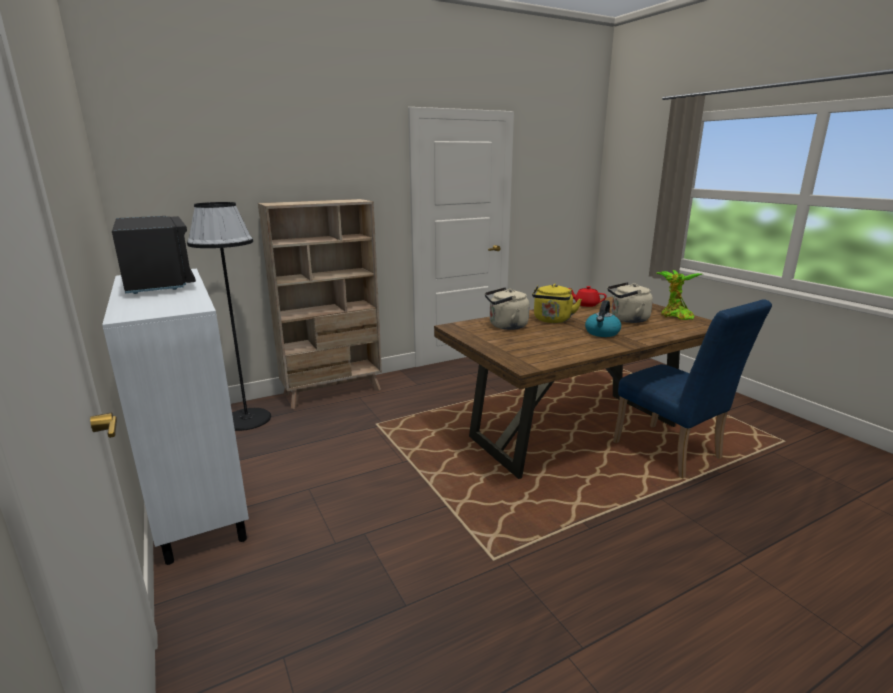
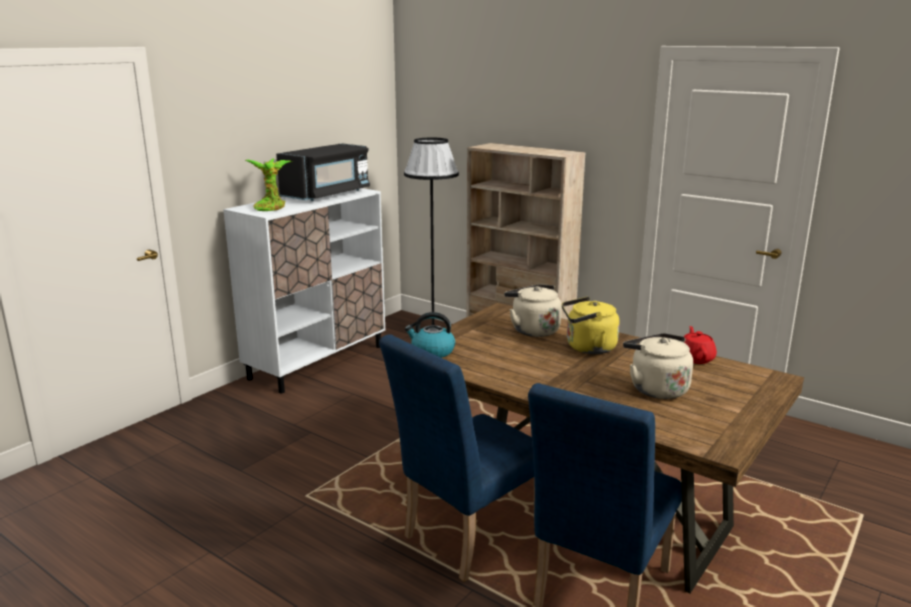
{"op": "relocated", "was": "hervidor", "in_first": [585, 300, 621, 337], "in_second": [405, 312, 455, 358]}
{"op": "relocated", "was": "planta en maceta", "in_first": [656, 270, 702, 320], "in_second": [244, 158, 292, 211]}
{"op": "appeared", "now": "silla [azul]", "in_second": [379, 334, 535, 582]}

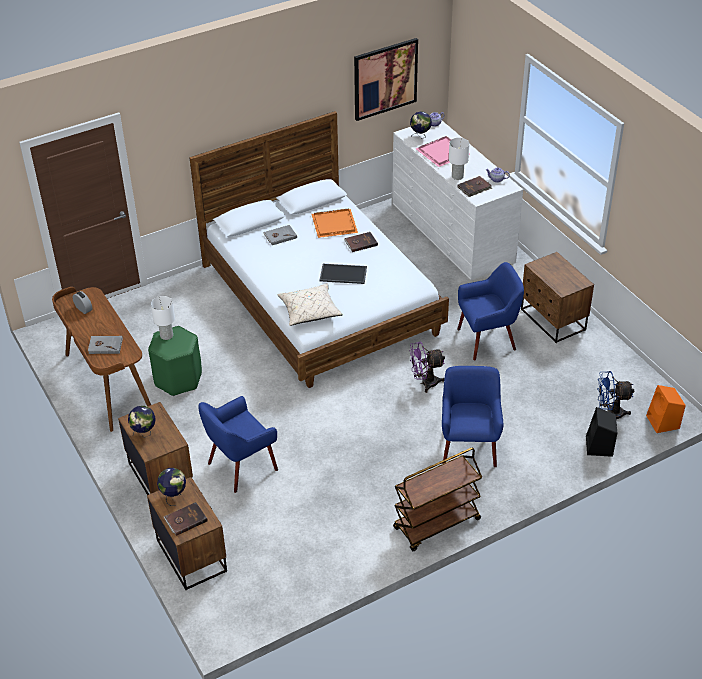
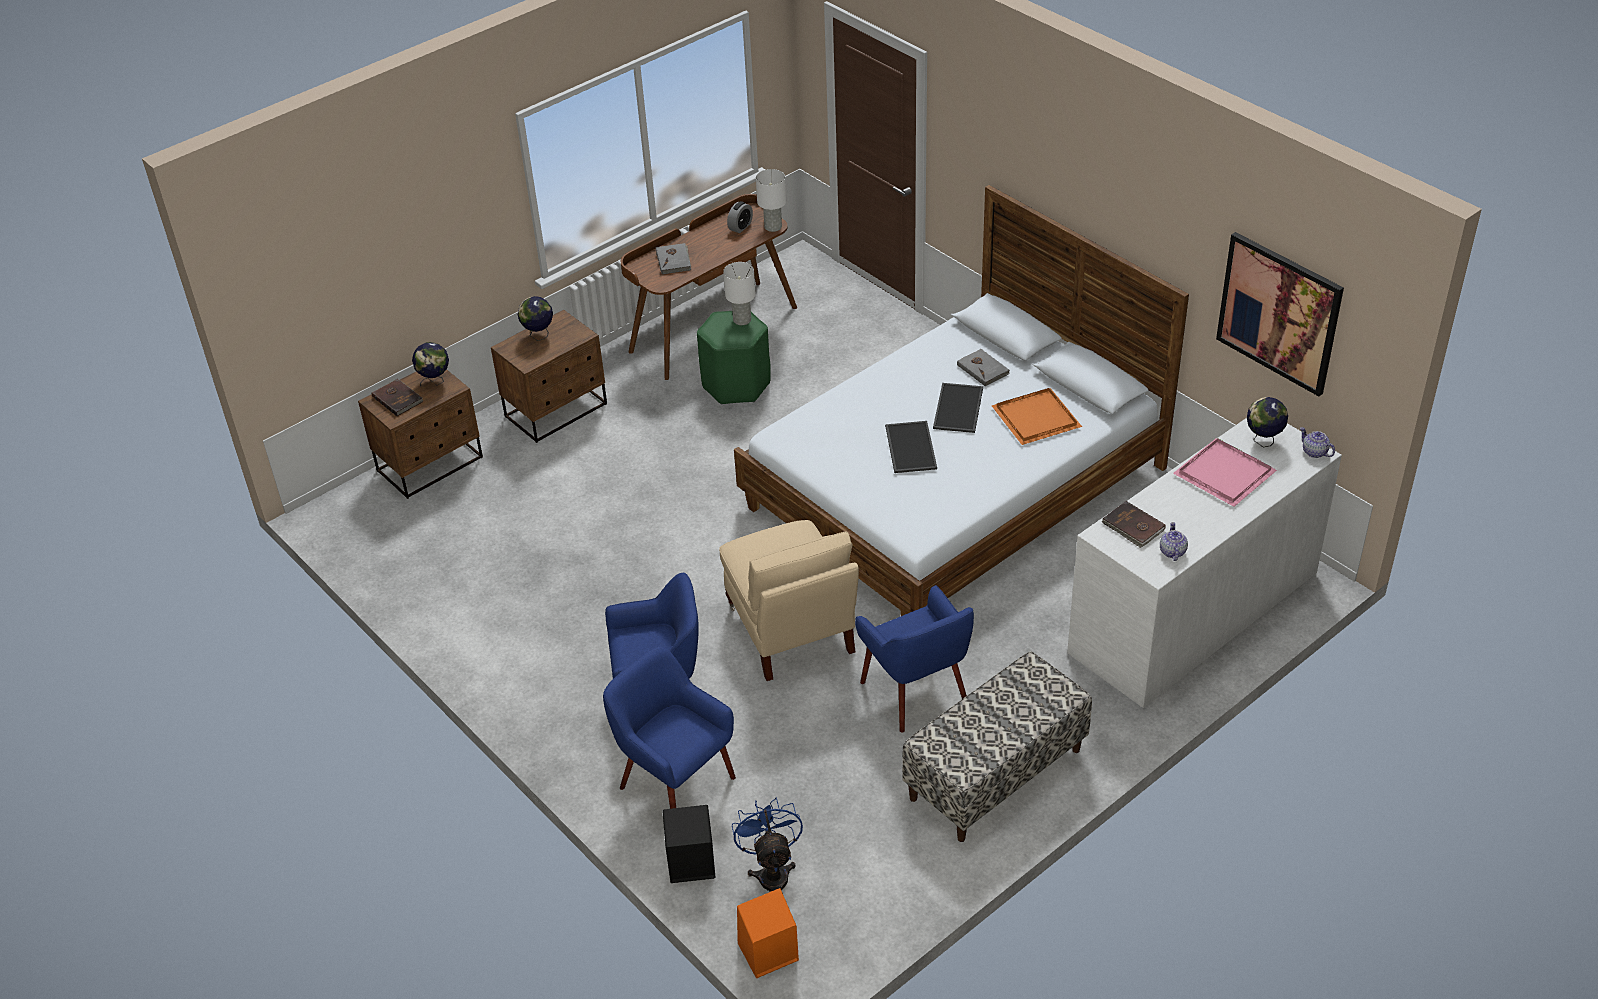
{"op": "relocated", "was": "sillón [azul]", "in_first": [198, 396, 278, 493], "in_second": [603, 646, 736, 809]}
{"op": "missing", "was": "cojín [beis]", "in_first": [277, 283, 343, 326]}
{"op": "missing", "was": "libro [marrón]", "in_first": [344, 232, 378, 252]}
{"op": "missing", "was": "carrito [marrón]", "in_first": [393, 448, 482, 551]}
{"op": "exchanged", "was": "ventilador [morado]", "now": "sillón [beis]", "in_first": [409, 341, 445, 393], "in_second": [719, 520, 859, 681]}
{"op": "relocated", "was": "lámpara de mesa [blanco]", "in_first": [449, 138, 470, 180], "in_second": [756, 169, 786, 232]}
{"op": "exchanged", "was": "mesita de noche [marrón]", "now": "banco", "in_first": [521, 252, 594, 343], "in_second": [902, 652, 1092, 842]}
{"op": "appeared", "now": "bandeja", "in_second": [933, 383, 983, 433]}

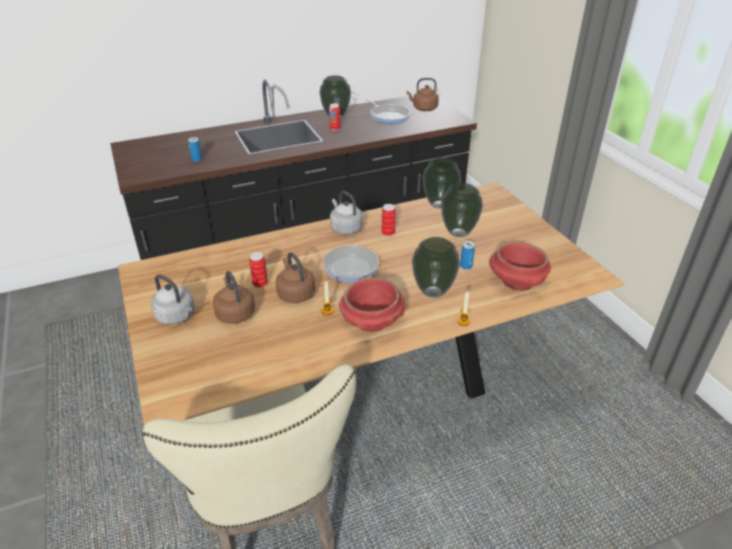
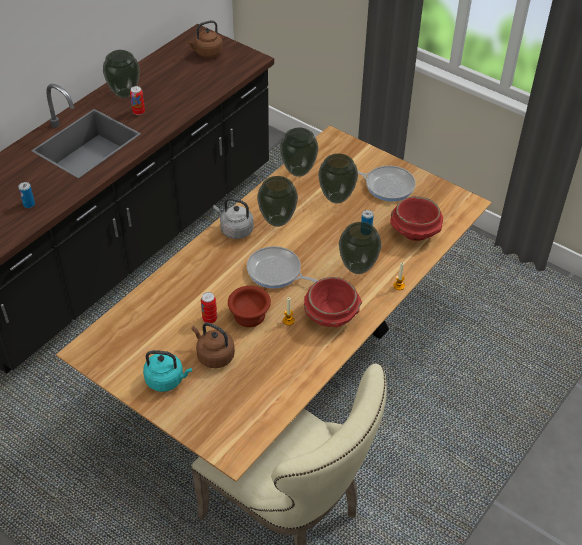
{"op": "colour", "was": "hervidor [gris]", "now": "hervidor [turquesa]", "in_first": [151, 274, 195, 324], "in_second": [143, 350, 192, 392]}
{"op": "exchanged", "was": "hervidor [marrón]", "now": "cuenco [marrón]", "in_first": [276, 252, 315, 303], "in_second": [228, 286, 271, 327]}
{"op": "relocated", "was": "sartén", "in_first": [365, 99, 411, 124], "in_second": [358, 165, 416, 202]}
{"op": "exchanged", "was": "lata", "now": "florero", "in_first": [382, 204, 396, 236], "in_second": [257, 176, 298, 227]}

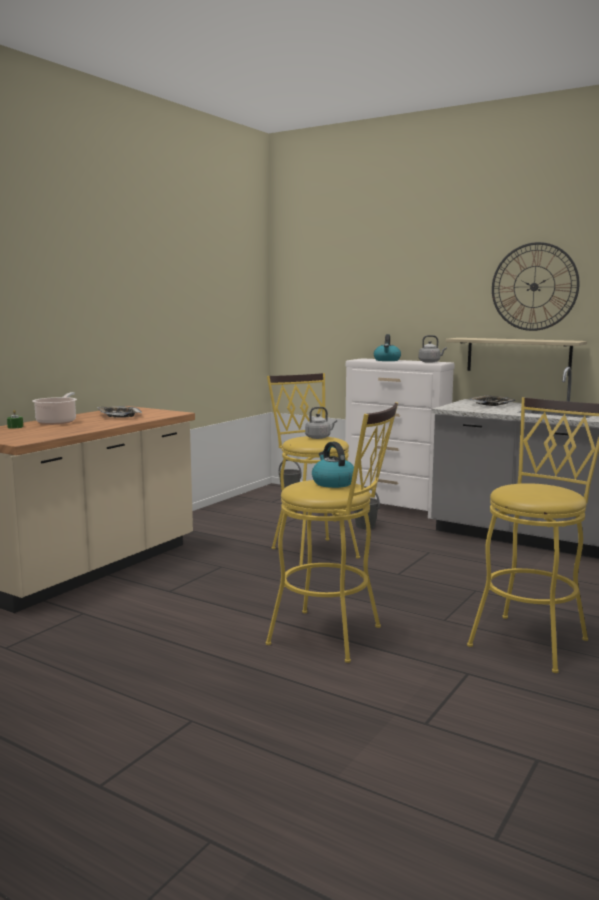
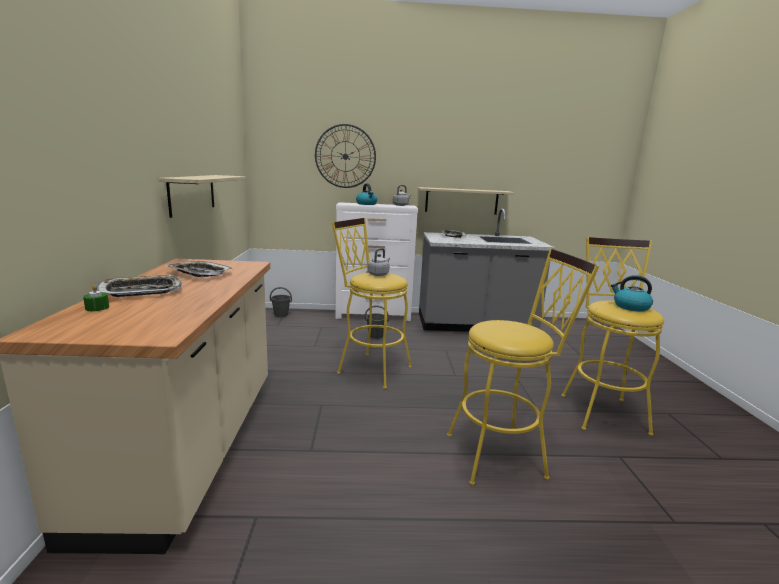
{"op": "exchanged", "was": "olla", "now": "bandeja", "in_first": [32, 392, 77, 425], "in_second": [96, 274, 182, 297]}
{"op": "relocated", "was": "hervidor", "in_first": [312, 442, 354, 488], "in_second": [611, 275, 653, 312]}
{"op": "relocated", "was": "reloj de pared", "in_first": [492, 242, 580, 331], "in_second": [315, 124, 376, 188]}
{"op": "appeared", "now": "estante", "in_second": [159, 175, 246, 218]}

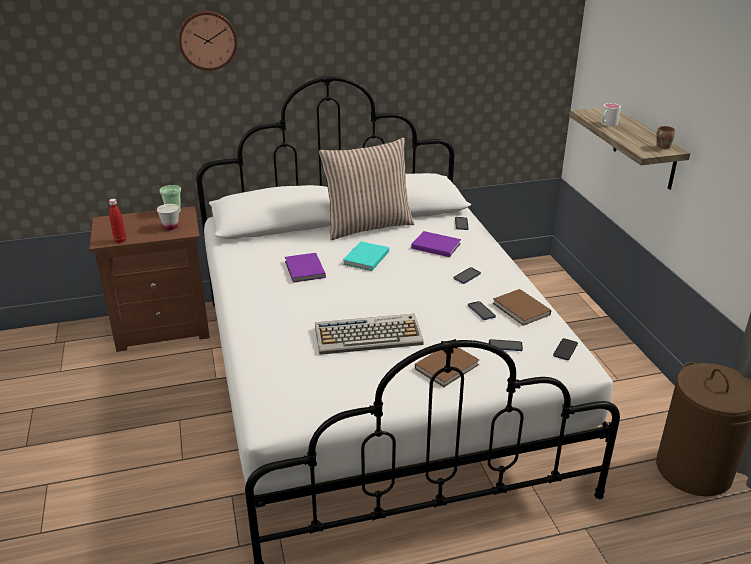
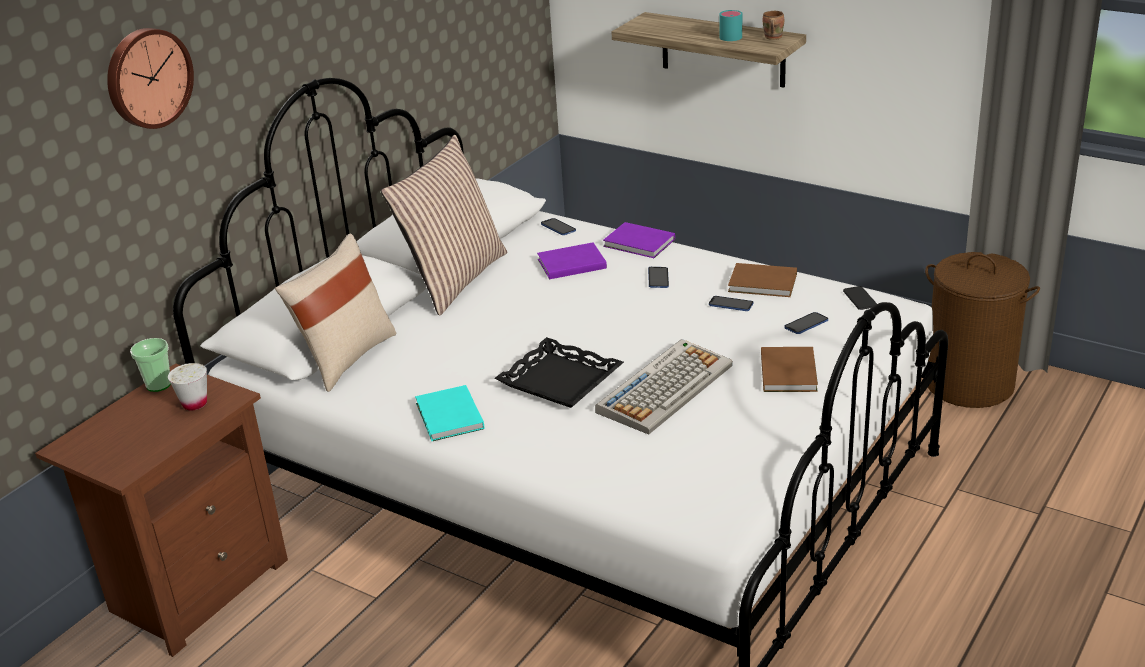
{"op": "missing", "was": "botella [rojo]", "in_first": [109, 199, 126, 243]}
{"op": "relocated", "was": "libro [morado]", "in_first": [285, 253, 326, 283], "in_second": [603, 222, 675, 258]}
{"op": "relocated", "was": "libro [turquesa]", "in_first": [343, 241, 389, 271], "in_second": [415, 385, 484, 441]}
{"op": "missing", "was": "taza grande [blanco]", "in_first": [601, 103, 621, 126]}
{"op": "appeared", "now": "cojín [beis]", "in_second": [275, 234, 396, 392]}
{"op": "appeared", "now": "bandeja [negro]", "in_second": [494, 337, 624, 408]}
{"op": "appeared", "now": "taza grande [turquesa]", "in_second": [719, 10, 742, 41]}

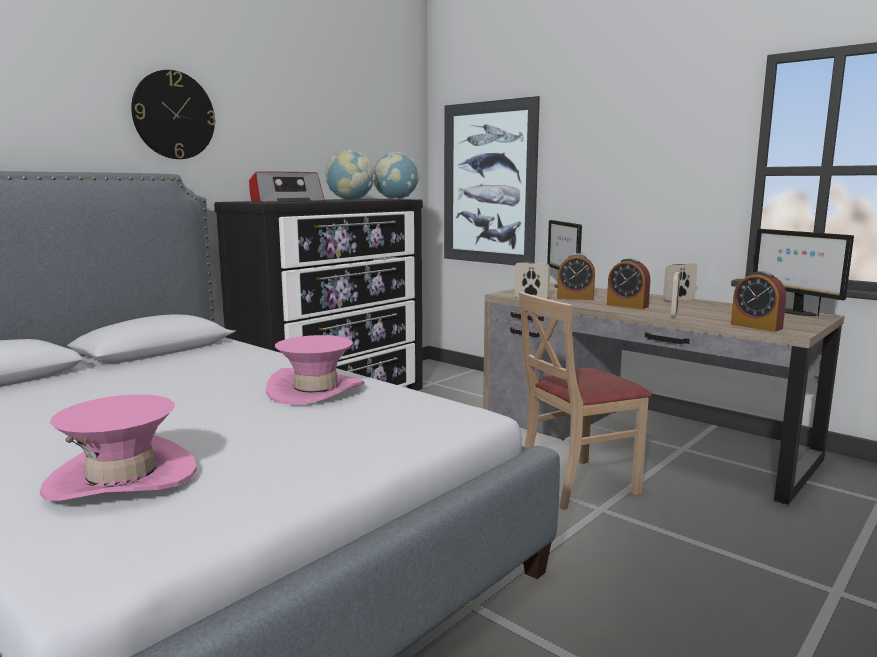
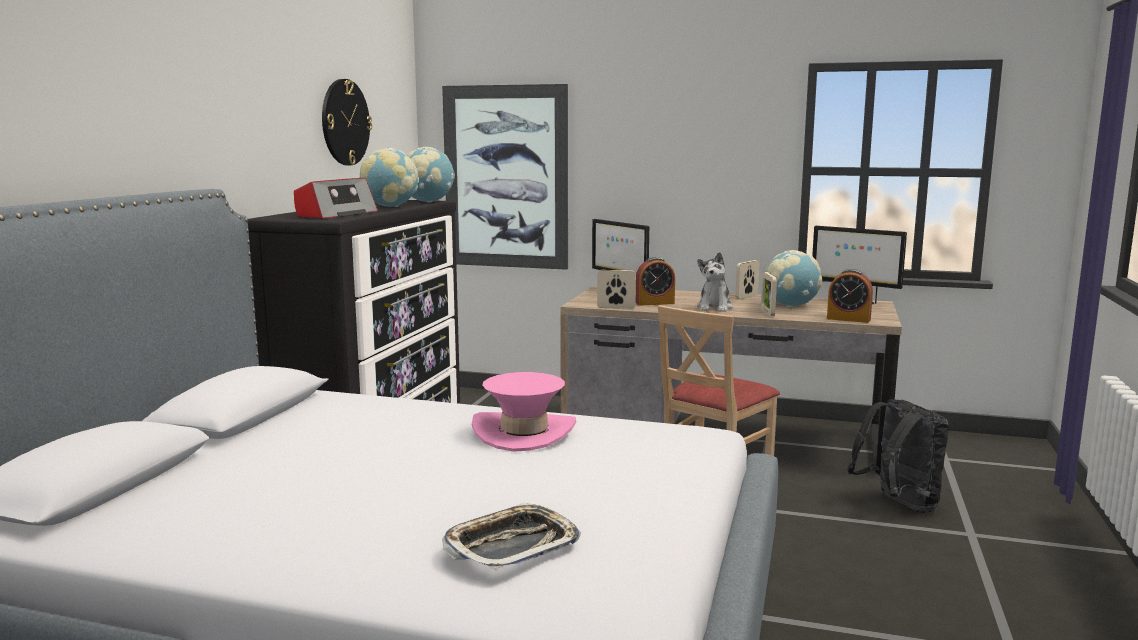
{"op": "exchanged", "was": "sombrero [rosa]", "now": "bandeja", "in_first": [40, 394, 197, 501], "in_second": [442, 502, 581, 570]}
{"op": "relocated", "was": "reloj de pared", "in_first": [131, 70, 216, 159], "in_second": [322, 79, 372, 165]}
{"op": "exchanged", "was": "despertador", "now": "peluche", "in_first": [607, 258, 650, 309], "in_second": [697, 252, 733, 312]}
{"op": "appeared", "now": "globo terráqueo", "in_second": [765, 250, 822, 307]}
{"op": "appeared", "now": "mochila [negro]", "in_second": [848, 399, 949, 513]}

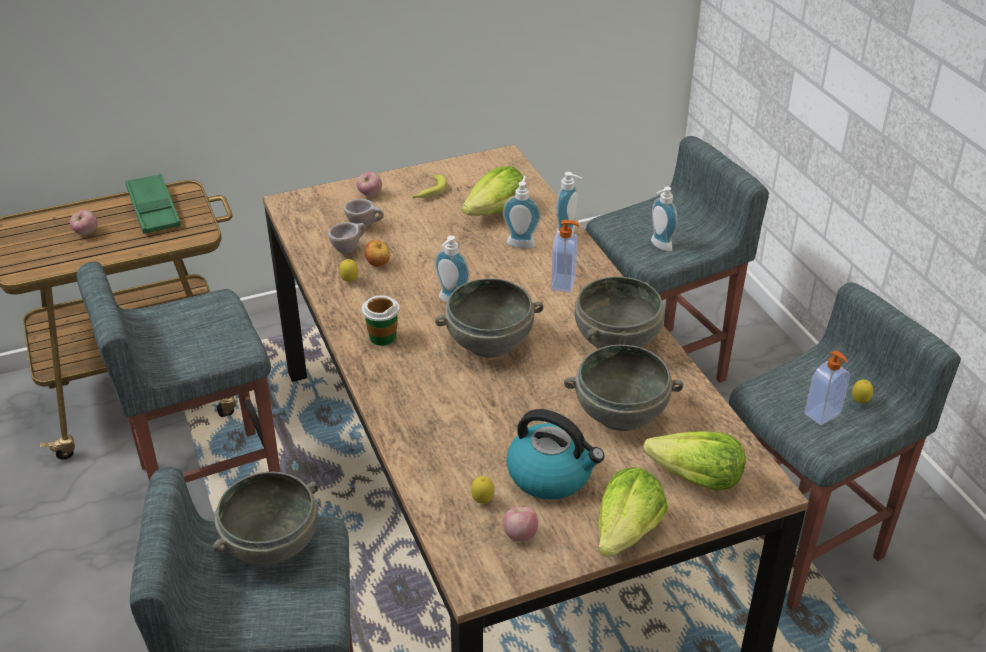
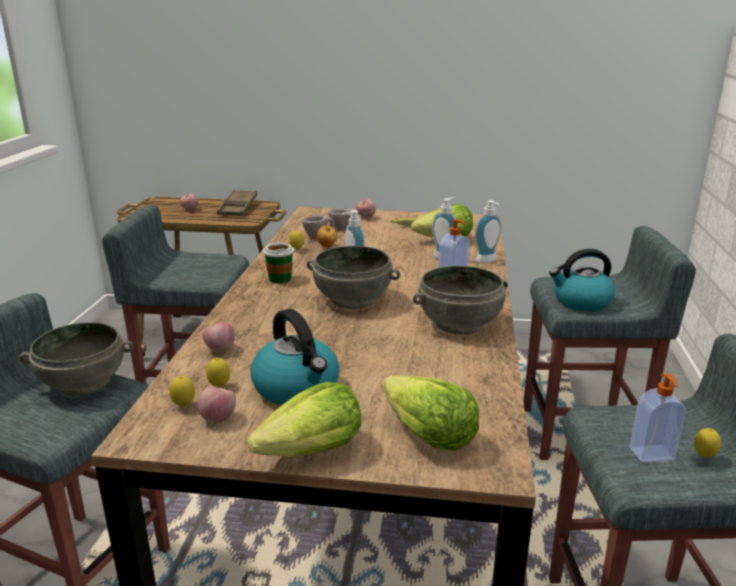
{"op": "colour", "was": "bandeja [verde]", "now": "bandeja [marrón]", "in_first": [125, 173, 181, 234], "in_second": [217, 190, 257, 216]}
{"op": "missing", "was": "cuenco [gris]", "in_first": [564, 345, 683, 431]}
{"op": "exchanged", "was": "dispensador de jabón", "now": "hervidor", "in_first": [651, 187, 677, 252], "in_second": [549, 249, 615, 311]}
{"op": "appeared", "now": "limón", "in_second": [170, 375, 195, 406]}
{"op": "appeared", "now": "manzana", "in_second": [203, 322, 235, 352]}

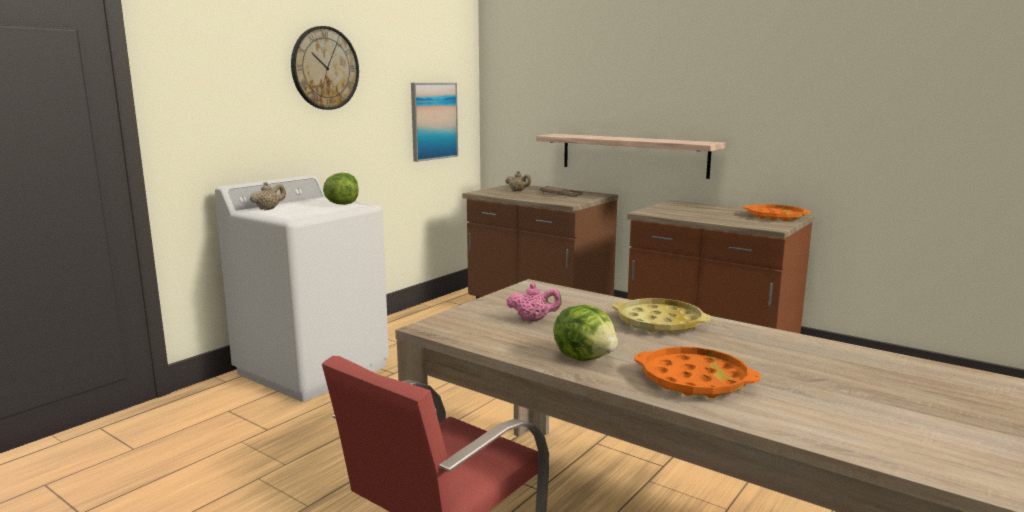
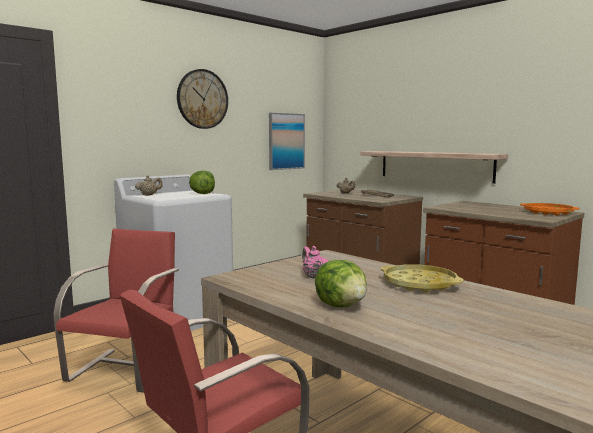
{"op": "spun", "was": "tetera [rosa]", "in_first": [506, 283, 562, 321], "in_second": [302, 246, 328, 279], "clockwise": -135}
{"op": "missing", "was": "bandeja [naranja]", "in_first": [635, 347, 760, 398]}
{"op": "appeared", "now": "silla [rojo]", "in_second": [53, 229, 179, 393]}

